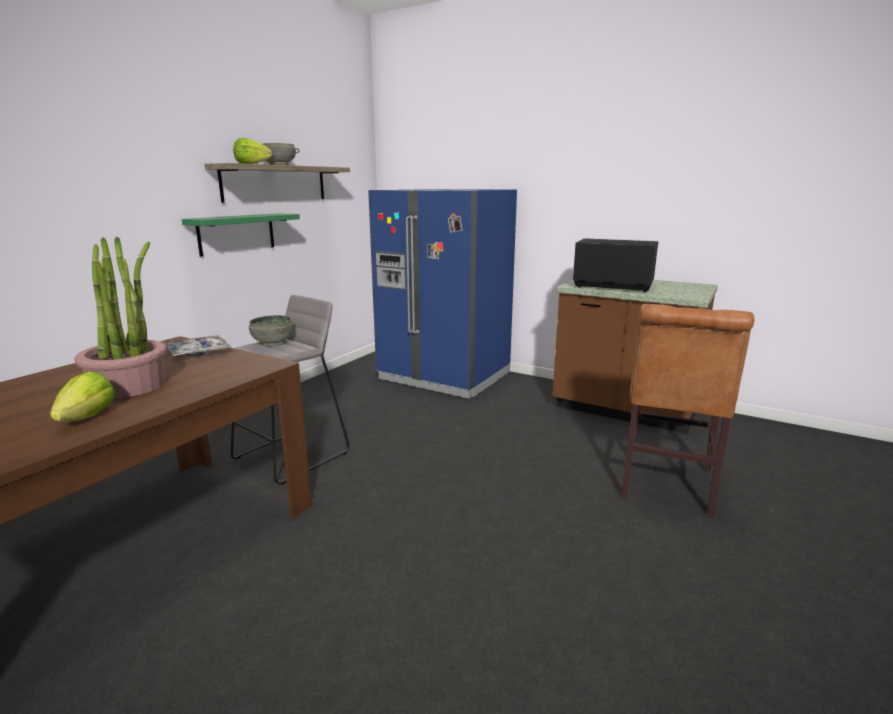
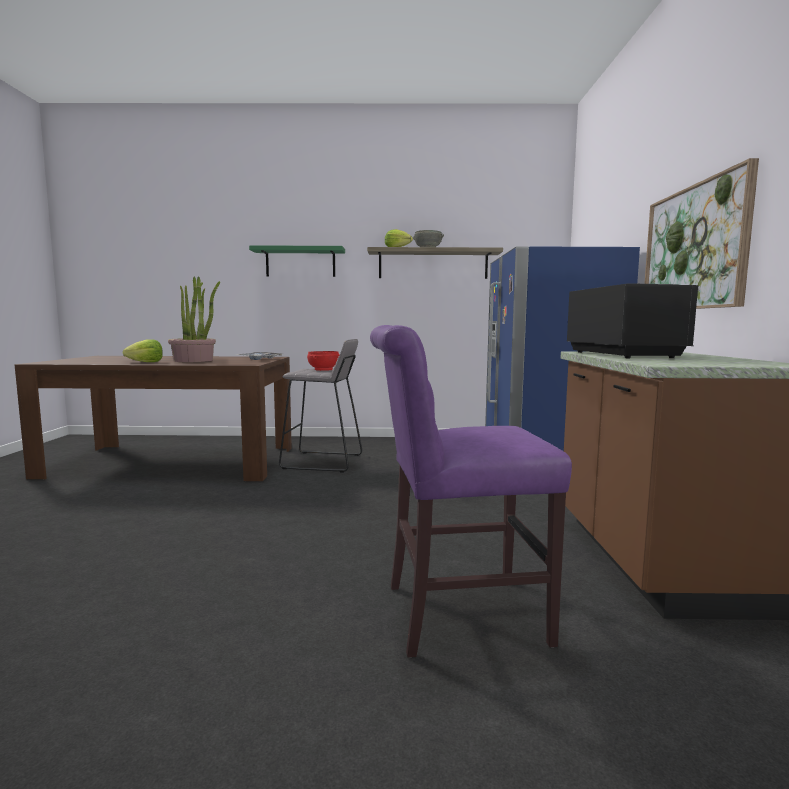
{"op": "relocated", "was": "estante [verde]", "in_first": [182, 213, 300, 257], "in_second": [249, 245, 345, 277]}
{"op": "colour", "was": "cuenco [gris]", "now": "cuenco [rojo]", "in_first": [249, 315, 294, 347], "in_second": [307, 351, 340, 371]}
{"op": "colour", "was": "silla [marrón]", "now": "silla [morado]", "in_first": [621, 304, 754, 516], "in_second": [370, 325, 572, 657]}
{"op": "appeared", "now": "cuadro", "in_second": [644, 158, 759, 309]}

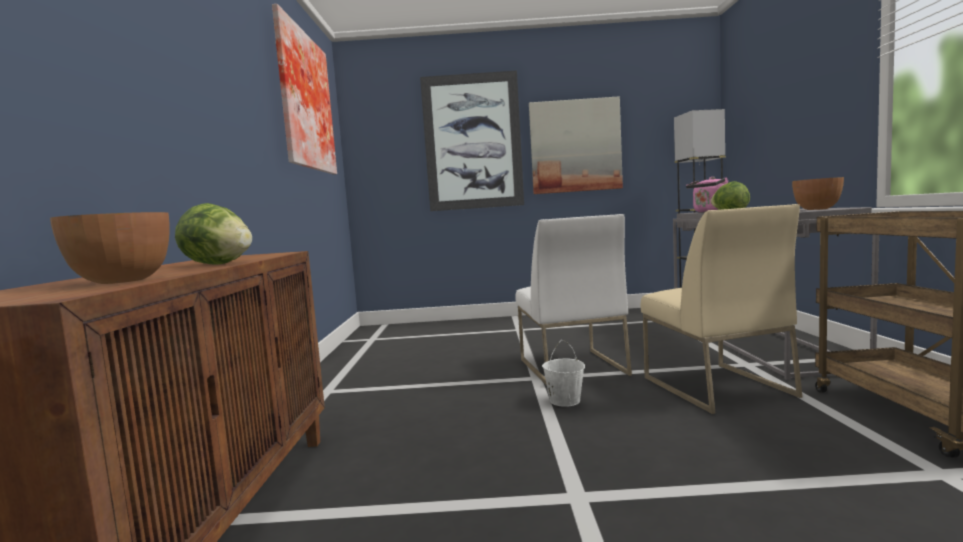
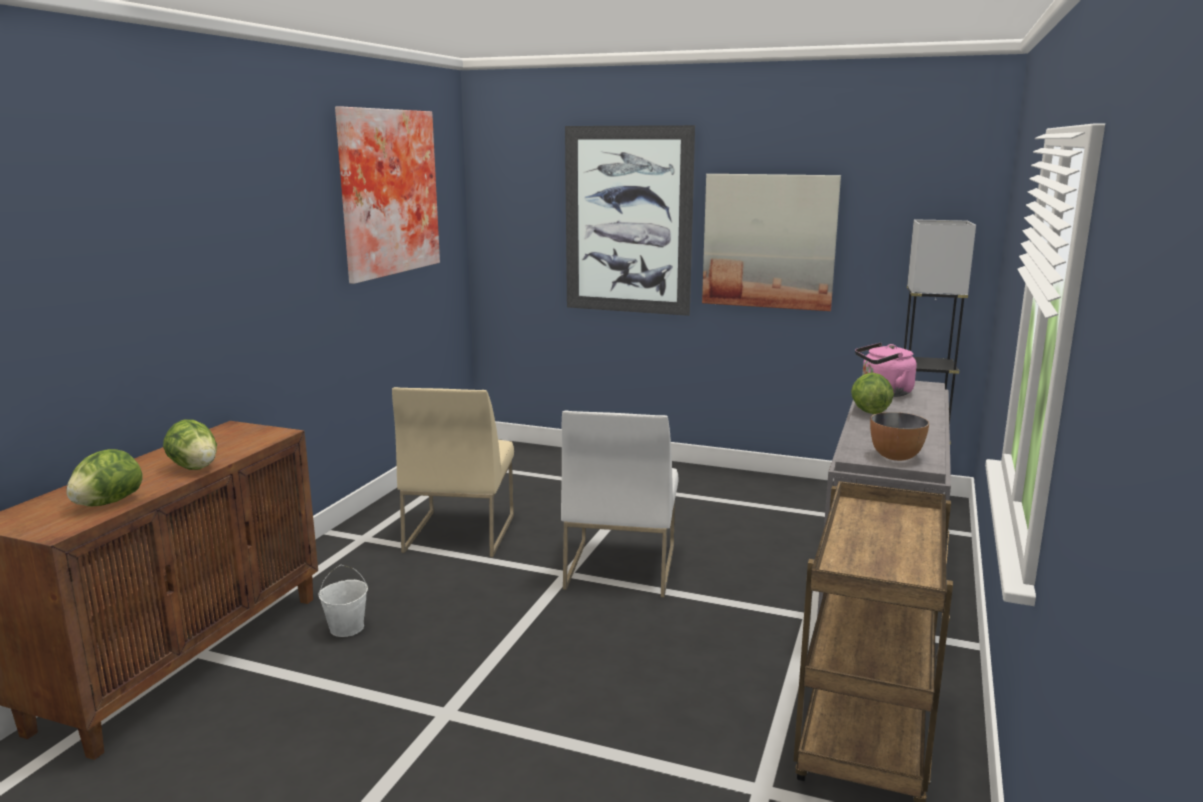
{"op": "exchanged", "was": "cuenco", "now": "lechuga", "in_first": [50, 212, 170, 284], "in_second": [66, 449, 142, 506]}
{"op": "relocated", "was": "cubo [blanco]", "in_first": [542, 340, 585, 407], "in_second": [318, 565, 368, 637]}
{"op": "relocated", "was": "silla [beis]", "in_first": [641, 204, 802, 414], "in_second": [392, 387, 514, 557]}

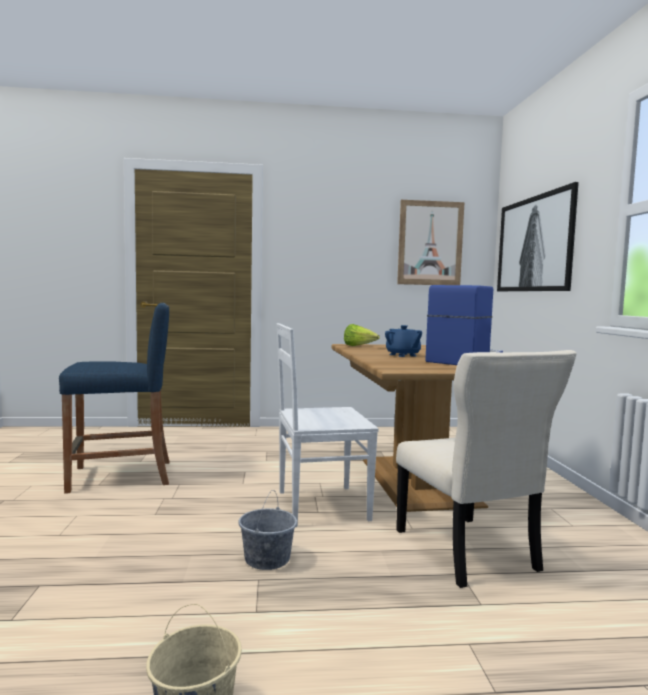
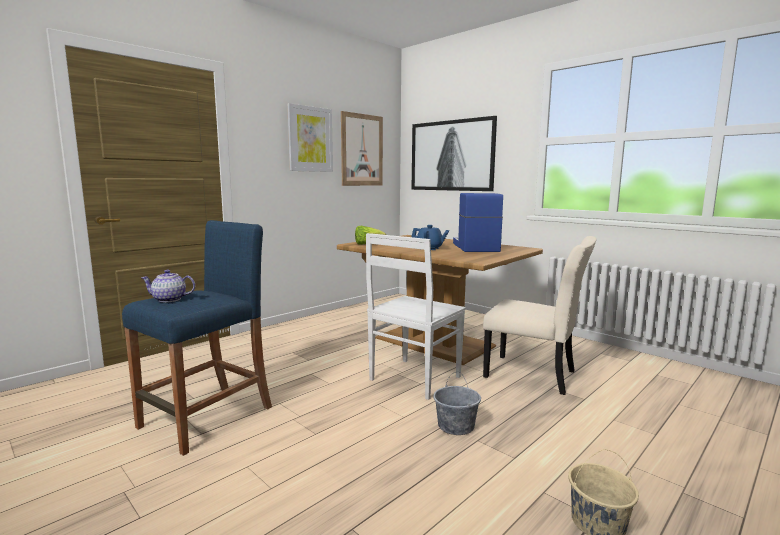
{"op": "appeared", "now": "tetera", "in_second": [141, 270, 195, 302]}
{"op": "appeared", "now": "cuadro", "in_second": [287, 103, 333, 172]}

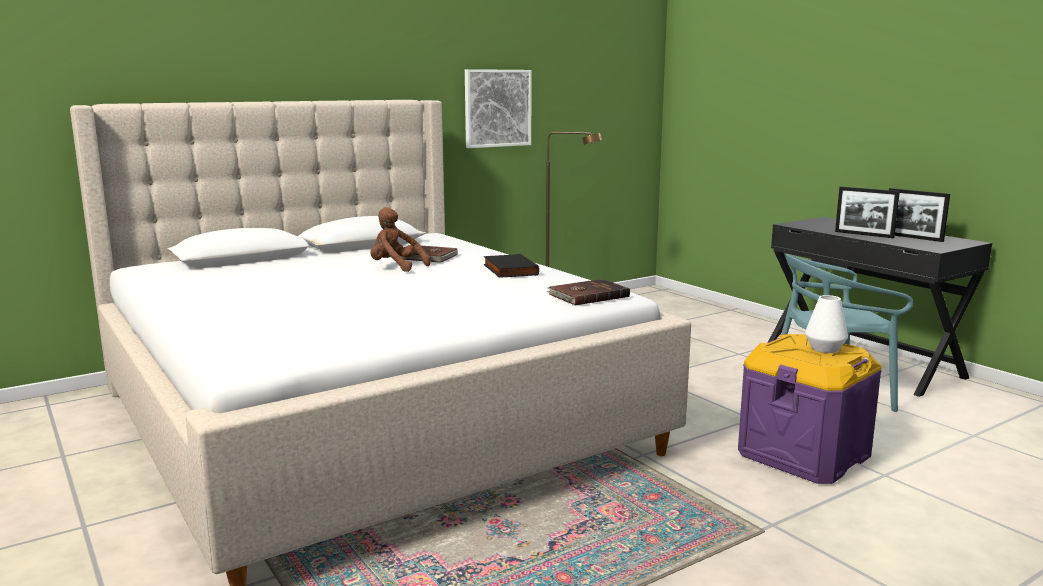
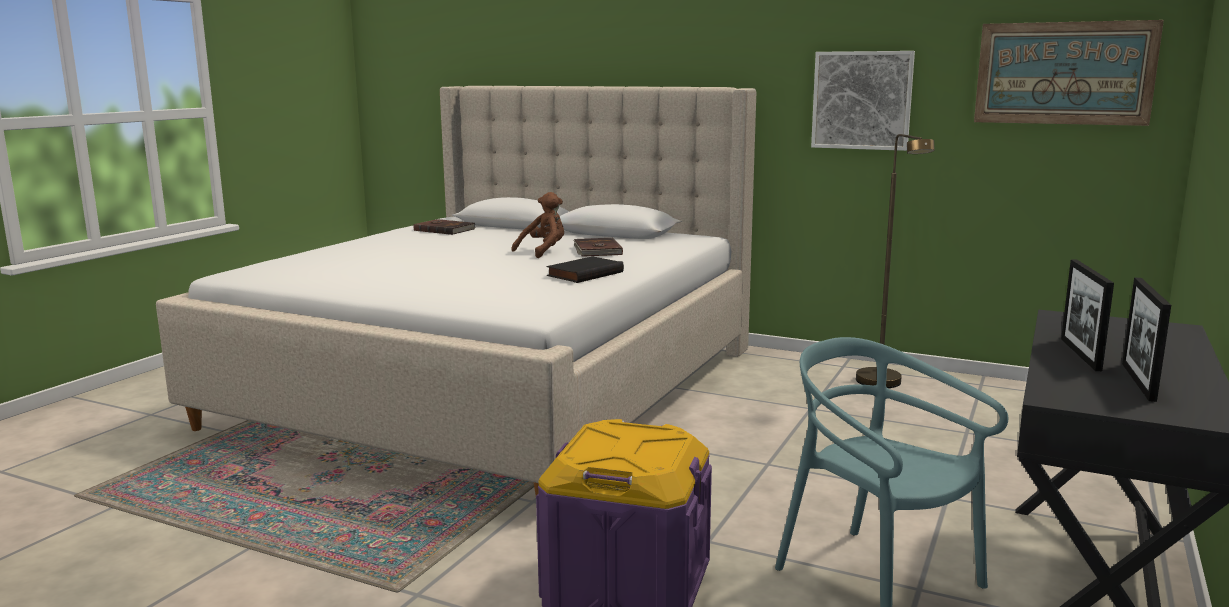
{"op": "spun", "was": "peluche [marrón]", "in_first": [371, 207, 431, 272], "in_second": [511, 192, 564, 258], "clockwise": 45}
{"op": "relocated", "was": "libro [marrón]", "in_first": [546, 279, 630, 305], "in_second": [413, 219, 475, 235]}
{"op": "missing", "was": "florero [blanco]", "in_first": [805, 295, 848, 353]}
{"op": "appeared", "now": "cuadro", "in_second": [974, 20, 1164, 126]}

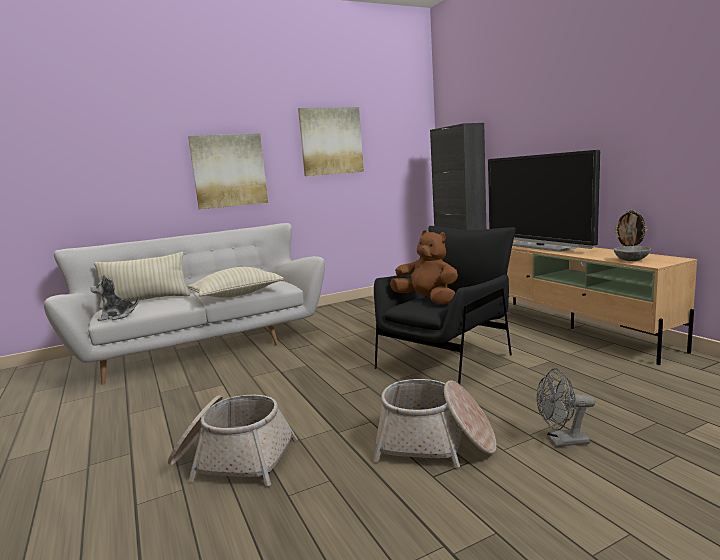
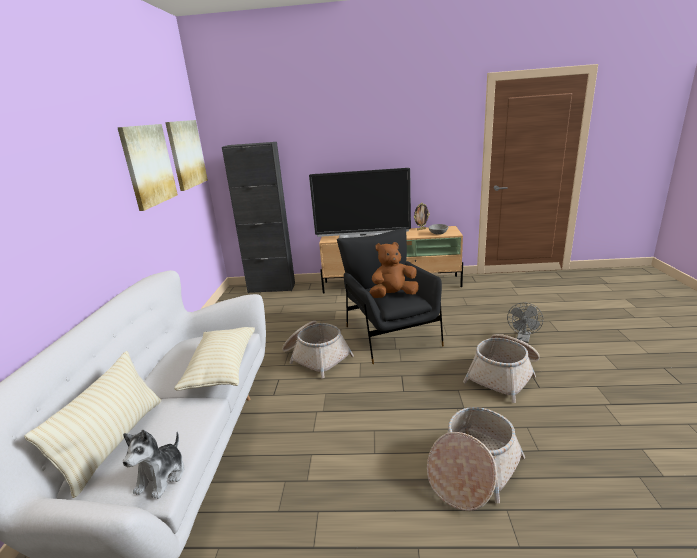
{"op": "relocated", "was": "cuadro", "in_first": [188, 133, 268, 209], "in_second": [165, 120, 208, 191]}
{"op": "appeared", "now": "cesta", "in_second": [282, 321, 354, 378]}

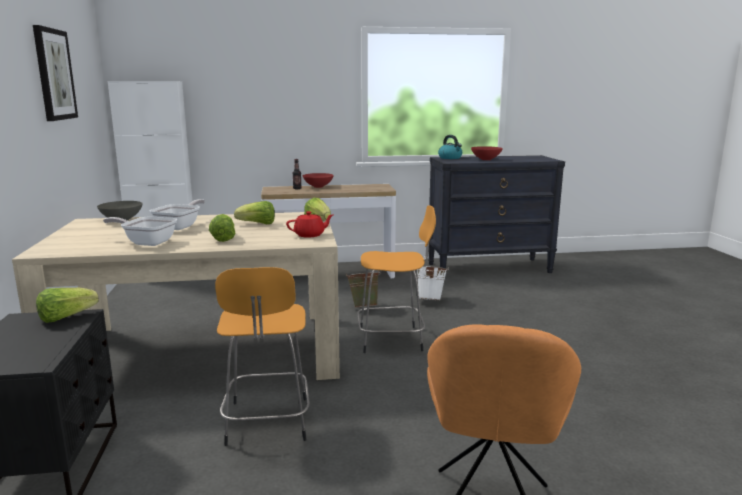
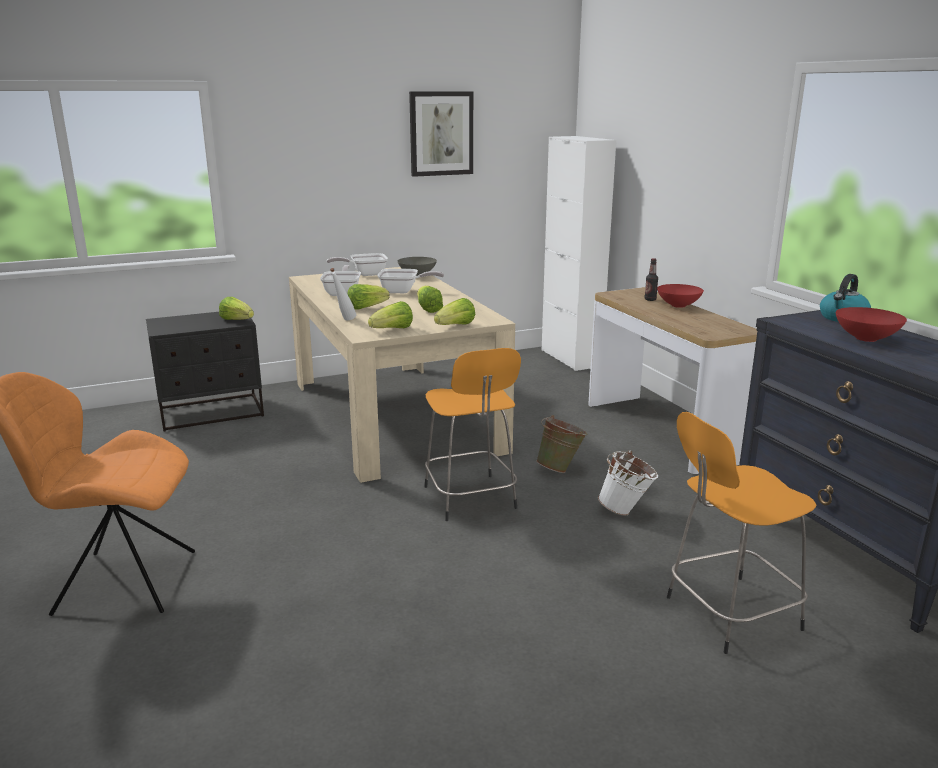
{"op": "relocated", "was": "taburete [naranja]", "in_first": [215, 267, 310, 446], "in_second": [667, 412, 817, 654]}
{"op": "exchanged", "was": "tetera [rojo]", "now": "lechuga", "in_first": [286, 211, 334, 238], "in_second": [368, 301, 413, 328]}
{"op": "appeared", "now": "sartén", "in_second": [327, 253, 388, 276]}
{"op": "appeared", "now": "botella [blanco]", "in_second": [330, 268, 356, 320]}

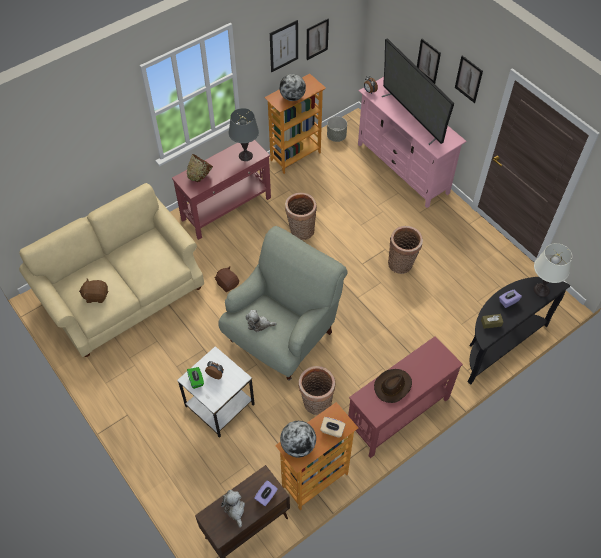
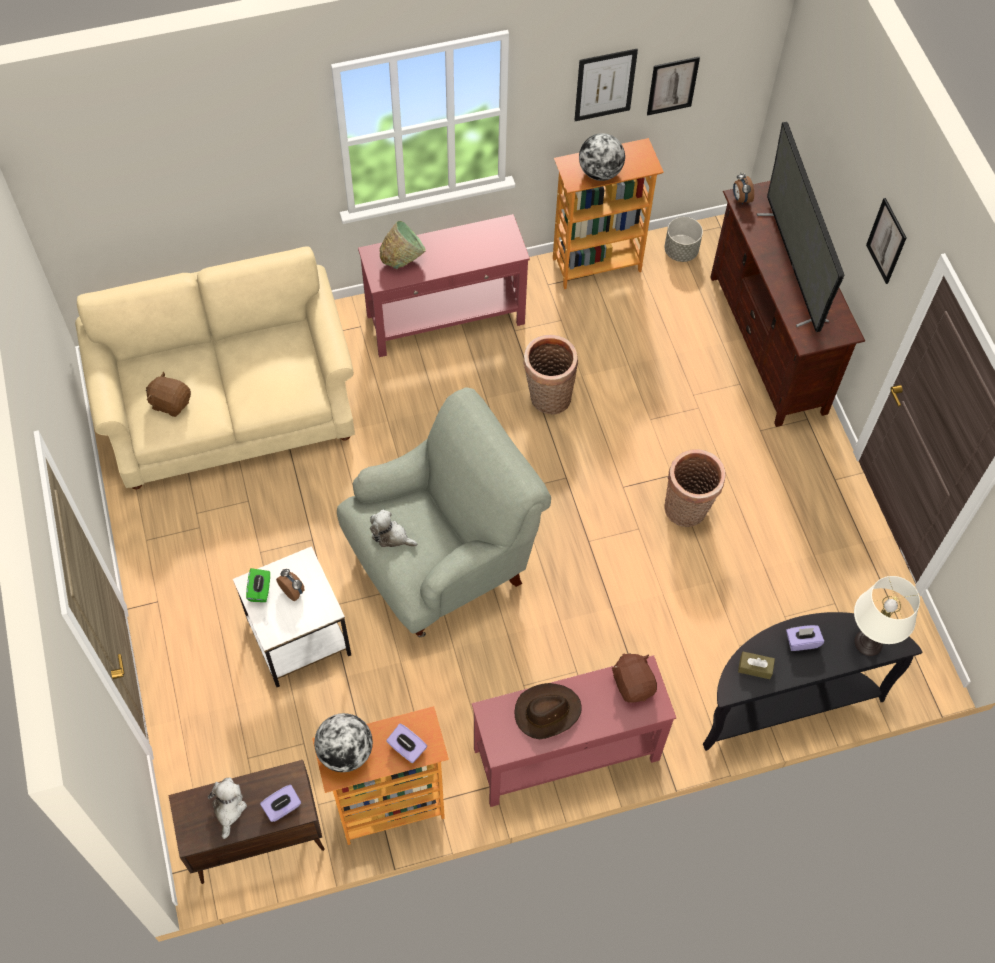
{"op": "colour", "was": "cuenco [marrón]", "now": "cuenco [verde]", "in_first": [187, 154, 213, 182], "in_second": [380, 221, 426, 269]}
{"op": "relocated", "was": "peluche [marrón]", "in_first": [214, 266, 239, 292], "in_second": [611, 653, 657, 703]}
{"op": "missing", "was": "lámpara de mesa [gris]", "in_first": [228, 108, 259, 161]}
{"op": "missing", "was": "cesta", "in_first": [298, 366, 335, 415]}
{"op": "colour", "was": "caja de pañuelos [beis]", "now": "caja de pañuelos [morado]", "in_first": [320, 417, 346, 438], "in_second": [386, 723, 427, 763]}
{"op": "colour", "was": "mueble de televisión [rosa]", "now": "mueble de televisión [marrón]", "in_first": [358, 77, 467, 208], "in_second": [710, 181, 865, 427]}
{"op": "missing", "was": "cuadro", "in_first": [417, 39, 441, 84]}

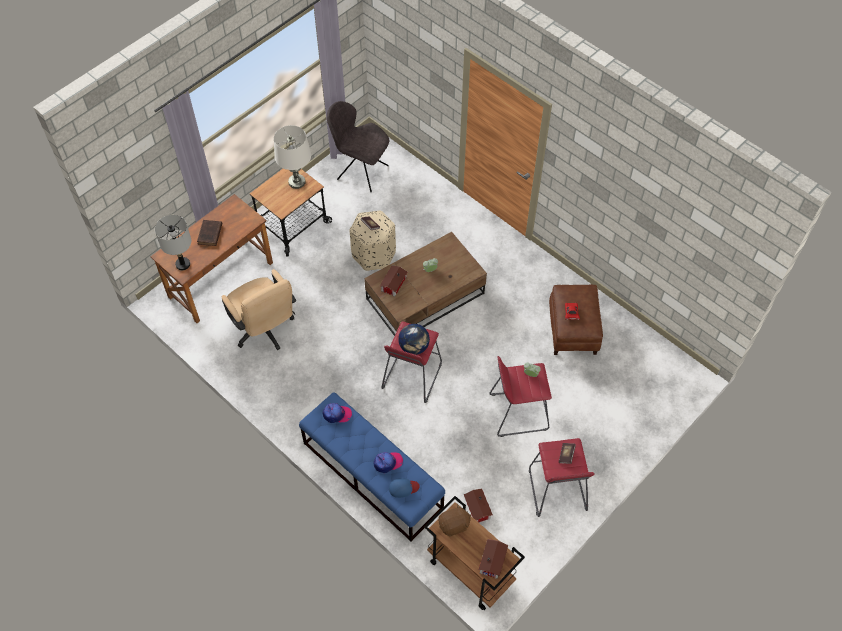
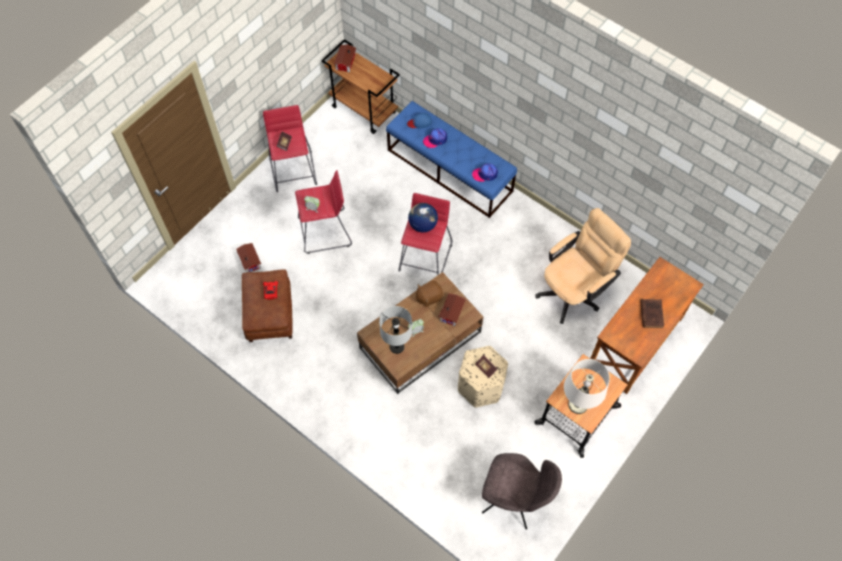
{"op": "relocated", "was": "lámpara de mesa [gris]", "in_first": [155, 215, 191, 270], "in_second": [379, 306, 412, 354]}
{"op": "spun", "was": "silla de oficina [beis]", "in_first": [222, 269, 296, 350], "in_second": [535, 208, 631, 324], "clockwise": 90}
{"op": "relocated", "was": "peluche [marrón]", "in_first": [438, 504, 471, 536], "in_second": [415, 281, 443, 307]}
{"op": "relocated", "was": "casita", "in_first": [464, 488, 493, 523], "in_second": [236, 243, 261, 272]}

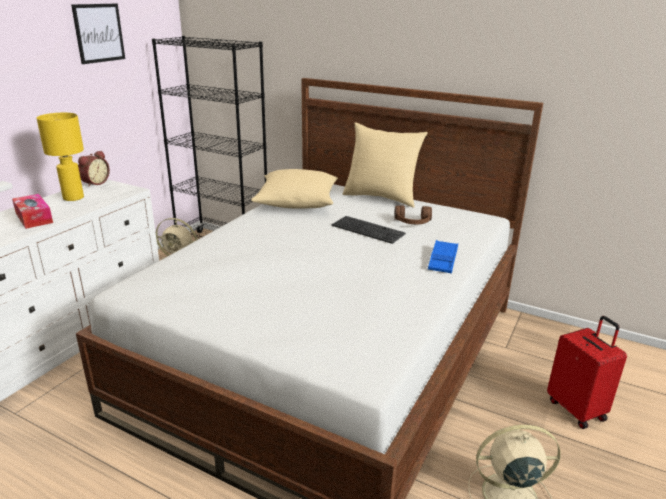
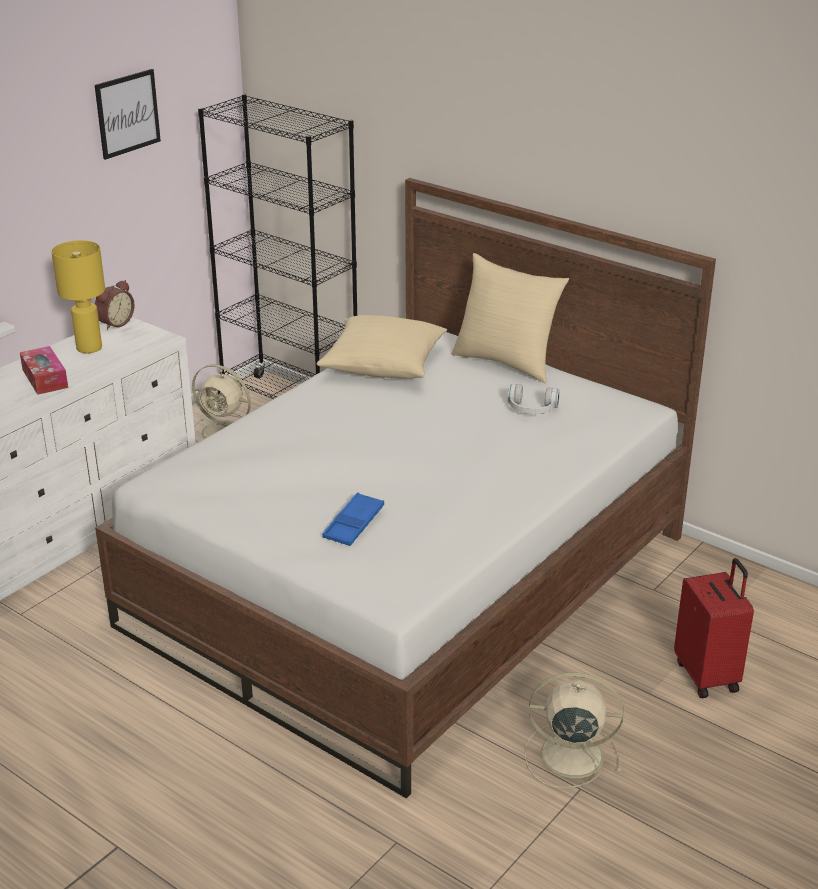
{"op": "missing", "was": "teclado", "in_first": [332, 216, 406, 244]}
{"op": "colour", "was": "auriculares [marrón]", "now": "auriculares [blanco]", "in_first": [395, 205, 432, 224], "in_second": [508, 384, 560, 414]}
{"op": "relocated", "was": "bandeja [azul]", "in_first": [428, 240, 458, 273], "in_second": [322, 492, 384, 546]}

